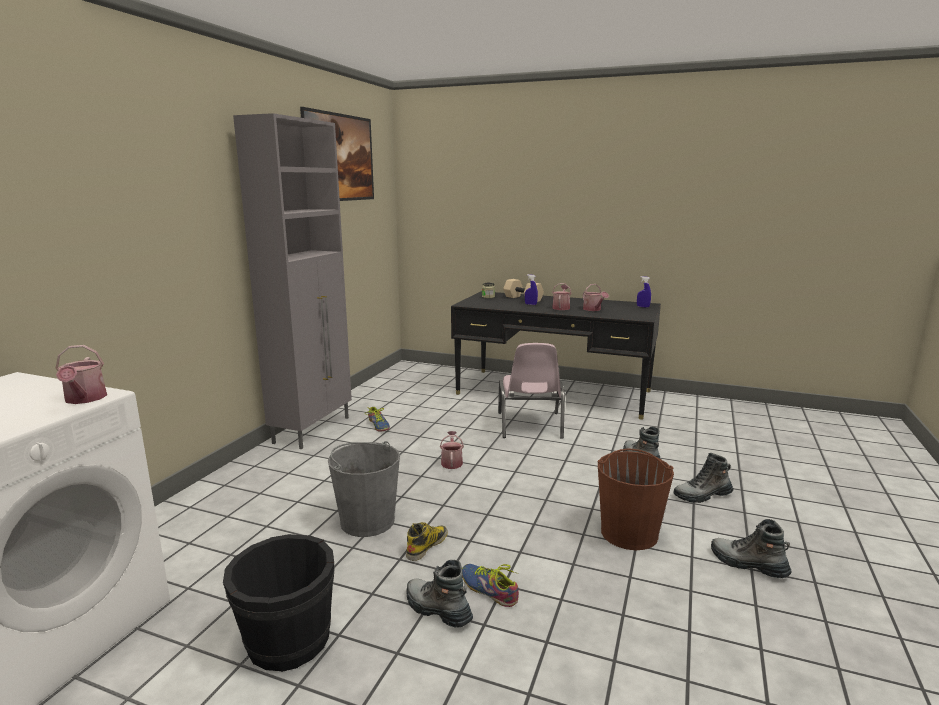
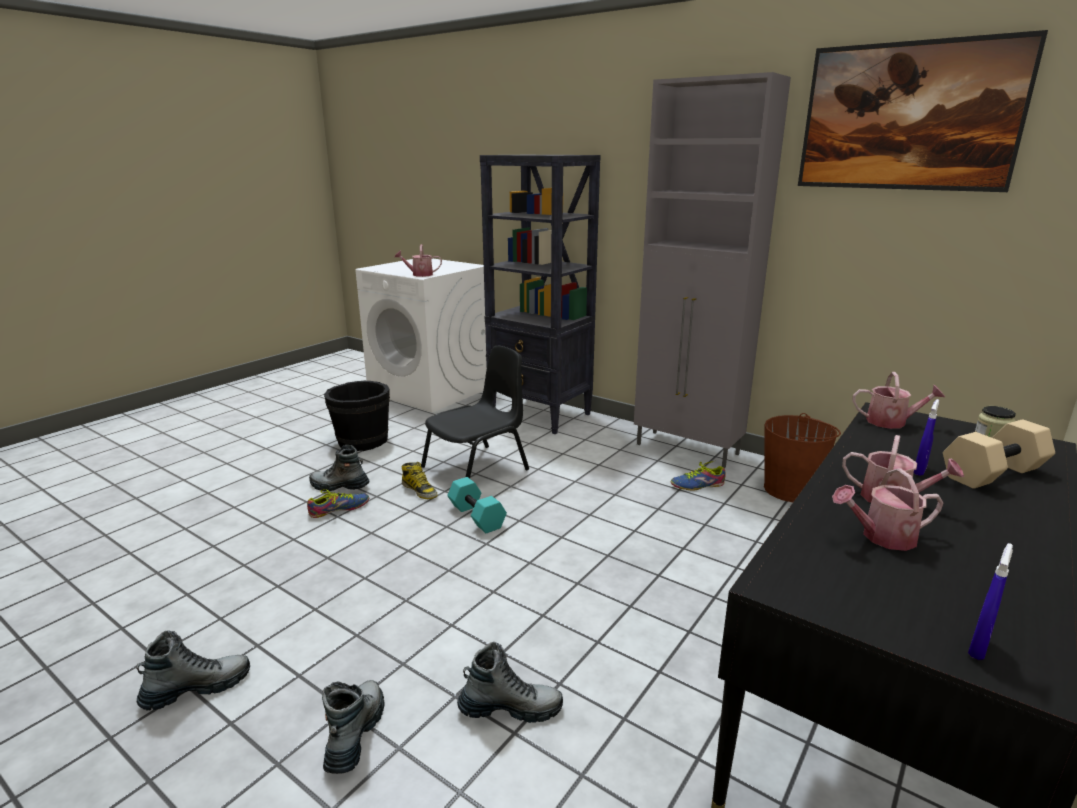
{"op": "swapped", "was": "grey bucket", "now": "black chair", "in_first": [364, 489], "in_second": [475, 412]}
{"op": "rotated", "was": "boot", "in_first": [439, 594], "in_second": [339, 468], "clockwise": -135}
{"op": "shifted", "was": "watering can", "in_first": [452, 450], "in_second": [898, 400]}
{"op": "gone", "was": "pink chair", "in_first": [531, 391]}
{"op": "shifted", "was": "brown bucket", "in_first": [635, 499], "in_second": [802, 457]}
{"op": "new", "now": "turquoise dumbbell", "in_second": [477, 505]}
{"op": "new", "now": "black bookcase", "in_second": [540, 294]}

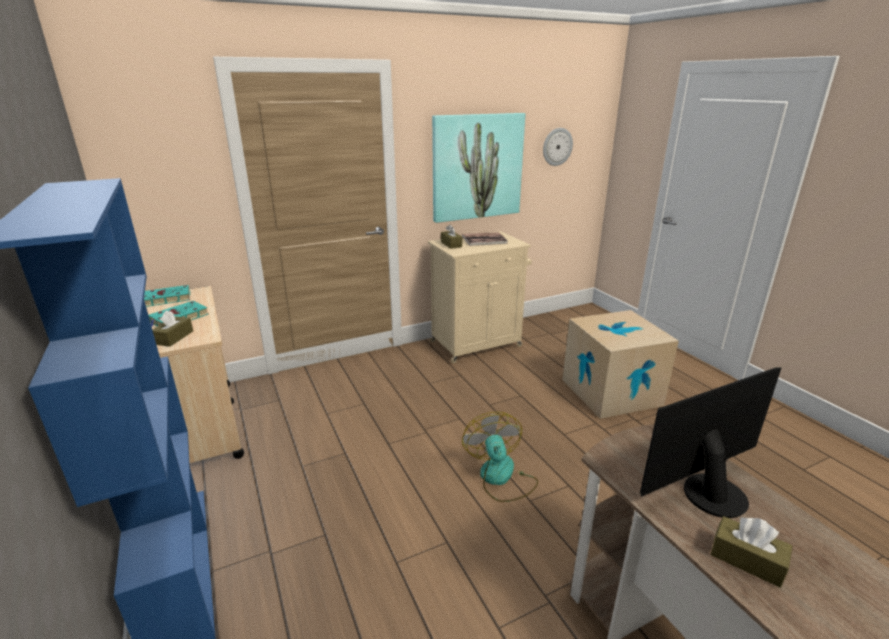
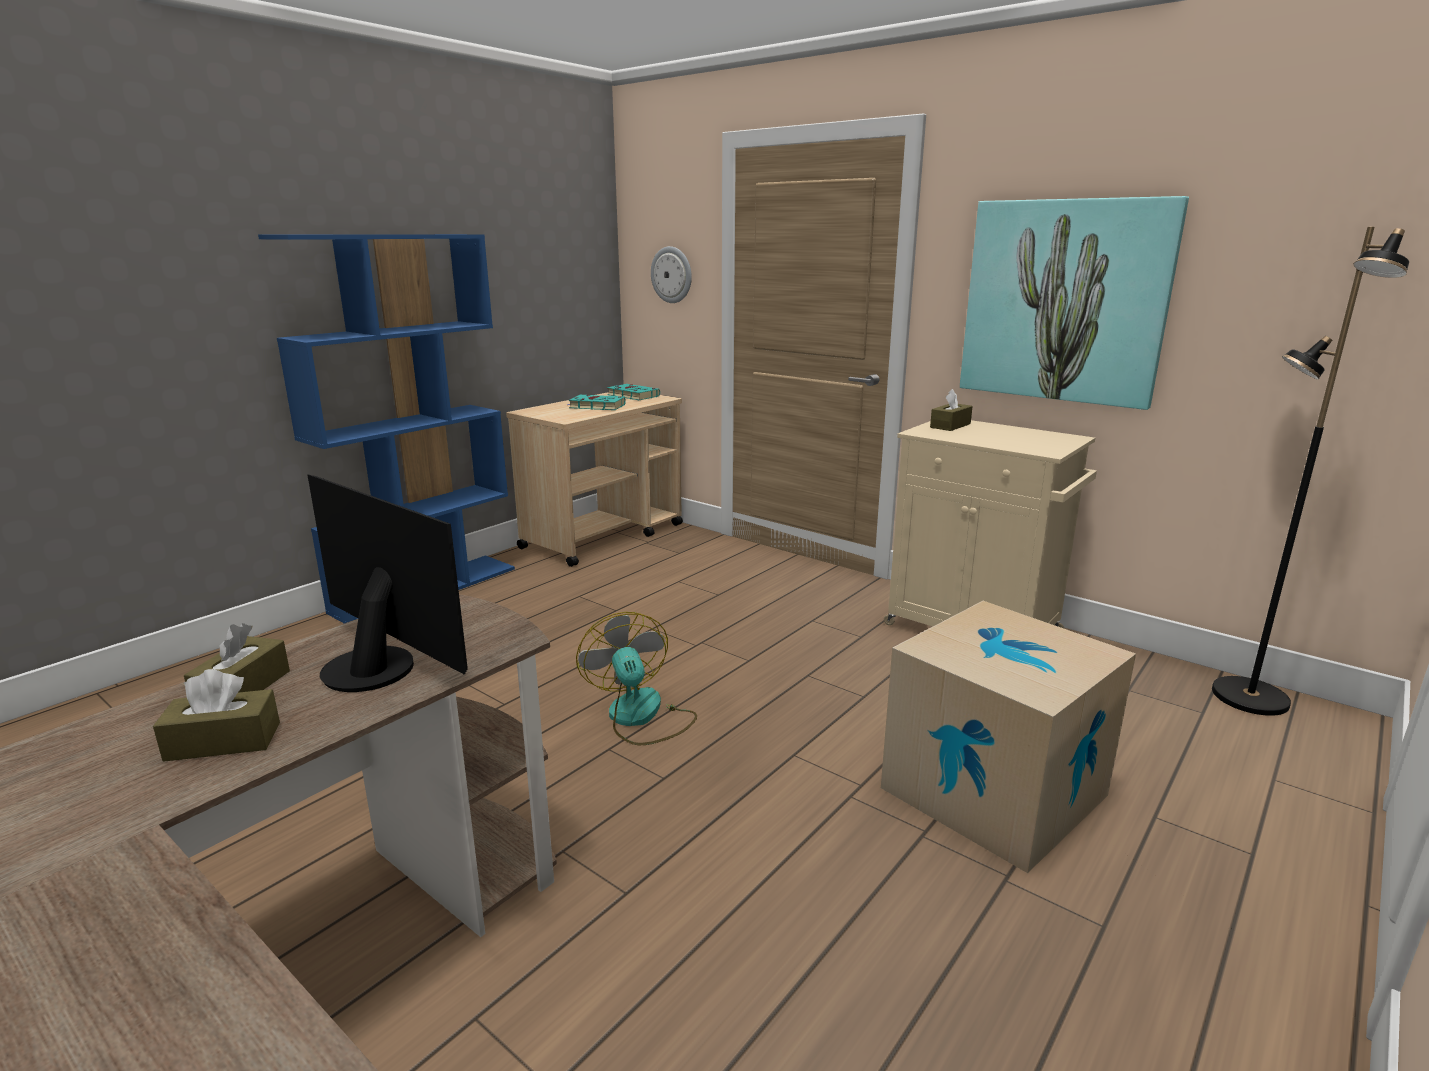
{"op": "shifted", "was": "brown tissue box", "in_first": [173, 328], "in_second": [216, 715]}
{"op": "gone", "was": "book", "in_first": [485, 239]}
{"op": "rotated", "was": "fan", "in_first": [500, 457], "in_second": [636, 678], "clockwise": -75}
{"op": "shifted", "was": "wall clock", "in_first": [558, 147], "in_second": [671, 274]}
{"op": "new", "now": "black floor lamp", "in_second": [1310, 471]}

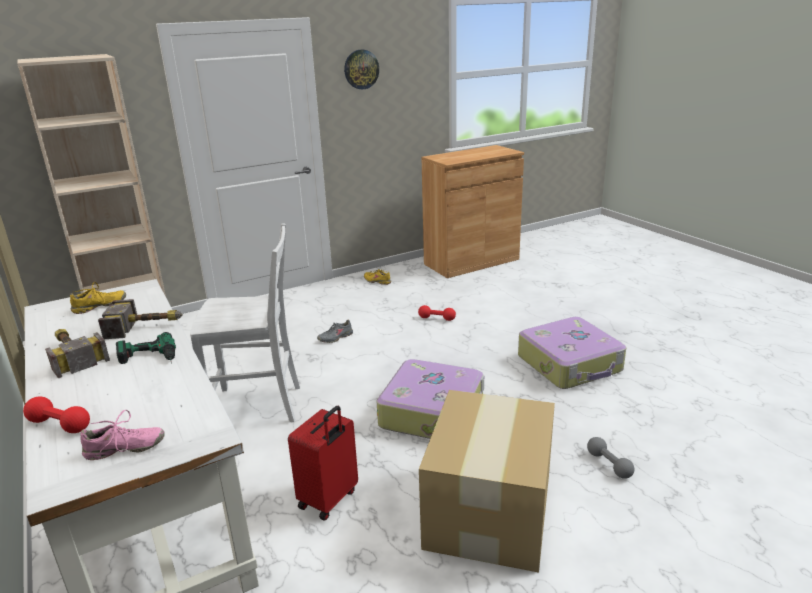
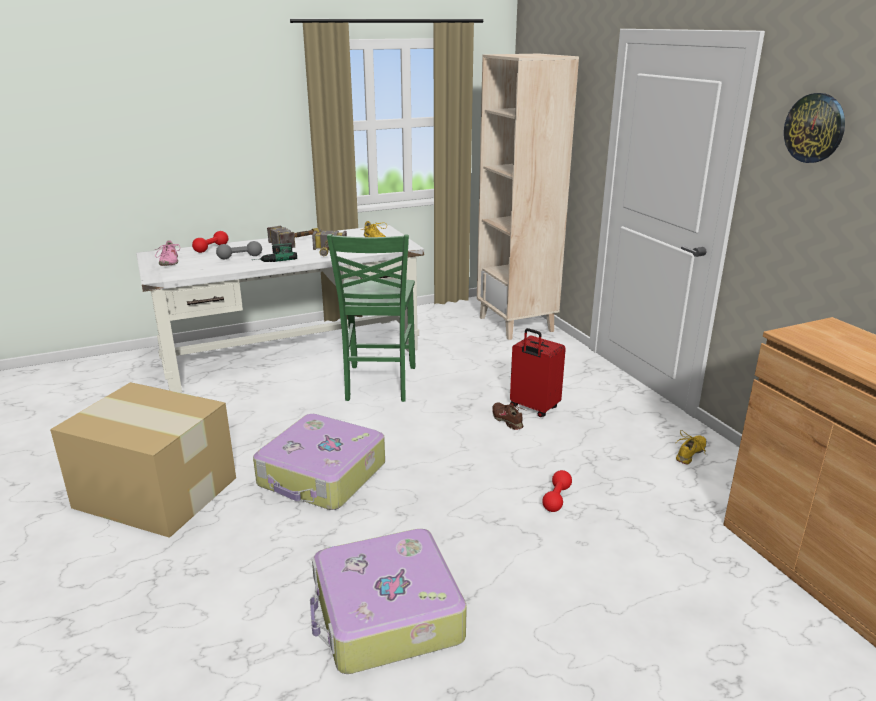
{"op": "repainted", "was": "white chair", "now": "green chair", "in_first": [245, 322], "in_second": [371, 318]}
{"op": "shifted", "was": "red suitcase", "in_first": [323, 463], "in_second": [538, 372]}
{"op": "repainted", "was": "grey shoe", "now": "brown shoe", "in_first": [335, 331], "in_second": [509, 416]}
{"op": "shifted", "was": "grey dumbbell", "in_first": [610, 458], "in_second": [239, 250]}

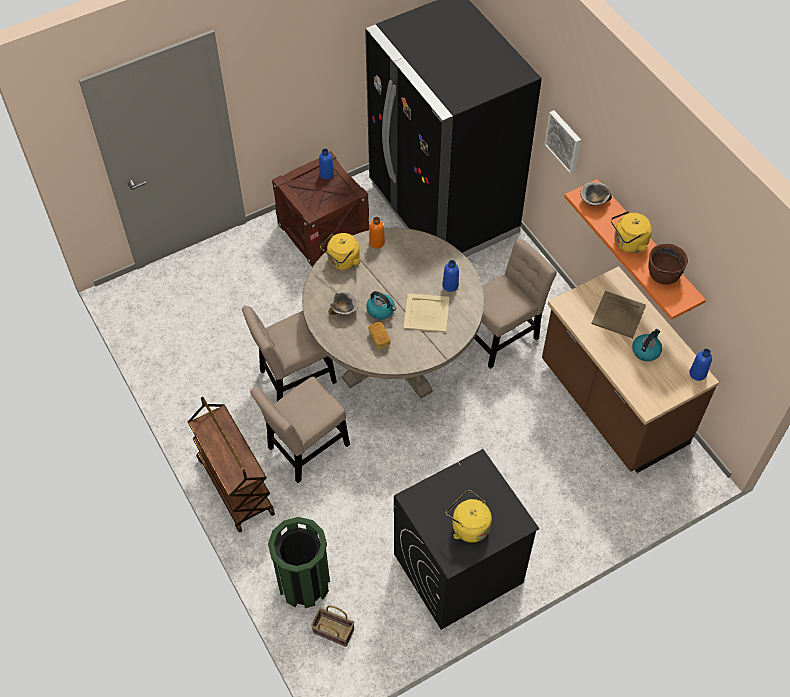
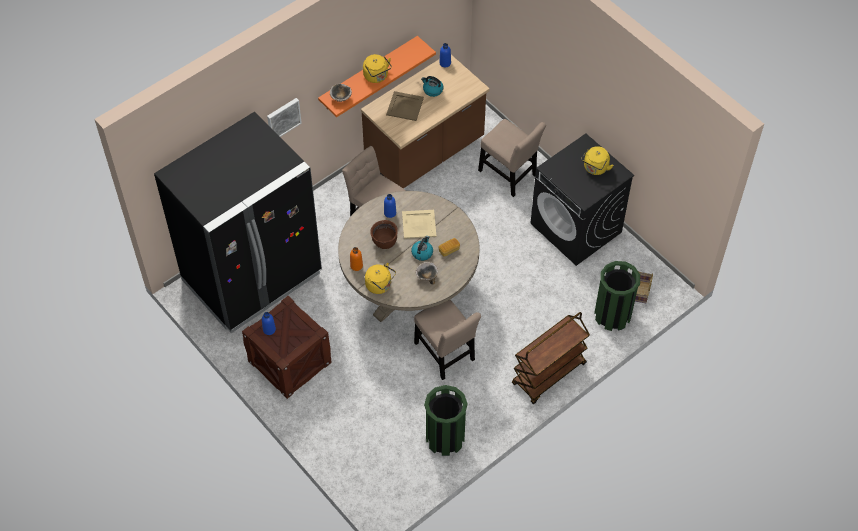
{"op": "shifted", "was": "beige chair", "in_first": [300, 430], "in_second": [512, 158]}
{"op": "shifted", "was": "brown cooking pot", "in_first": [668, 264], "in_second": [384, 234]}
{"op": "new", "now": "green trash can", "in_second": [446, 420]}

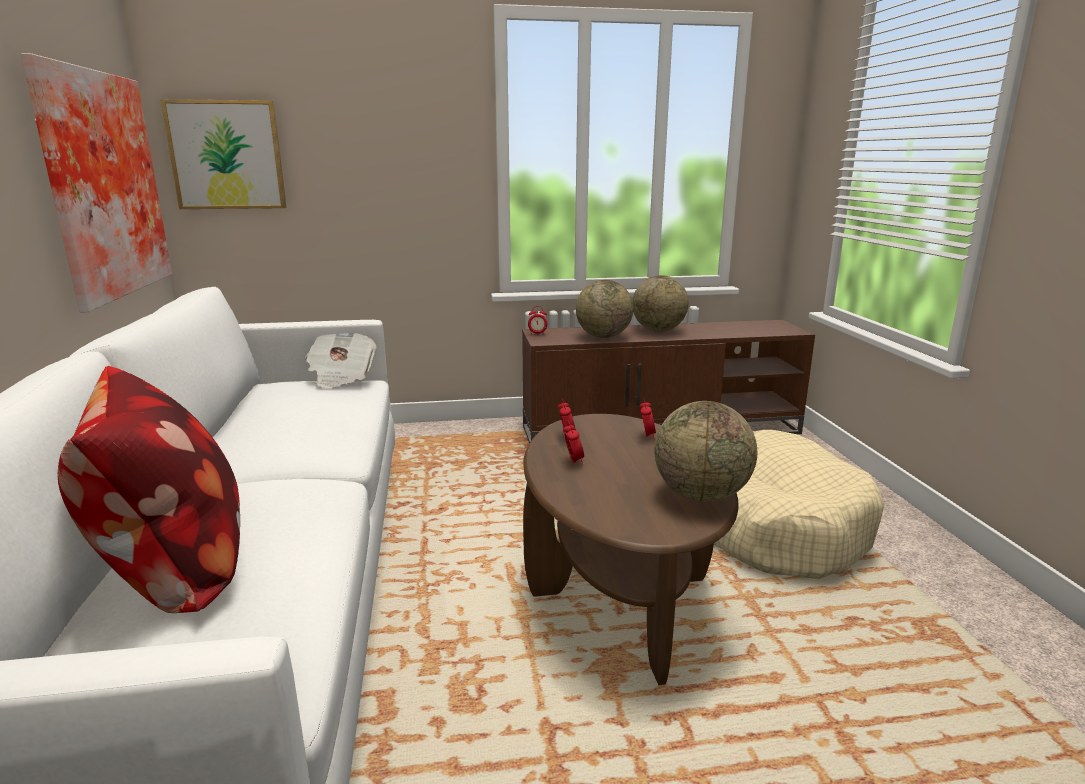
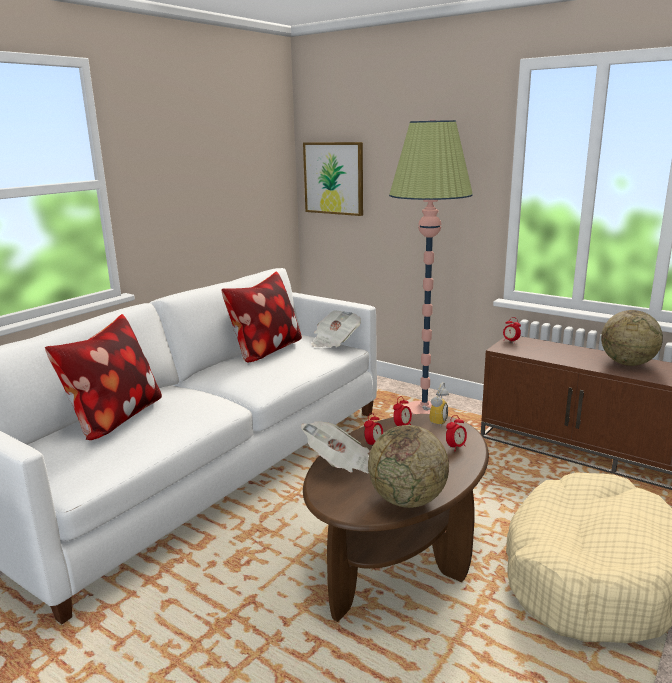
{"op": "gone", "was": "picture", "in_first": [96, 182]}
{"op": "gone", "was": "globe", "in_first": [605, 309]}
{"op": "new", "now": "pillow", "in_second": [261, 317]}
{"op": "new", "now": "newspaper", "in_second": [335, 447]}
{"op": "new", "now": "floor lamp", "in_second": [431, 267]}
{"op": "new", "now": "alarm clock", "in_second": [435, 404]}

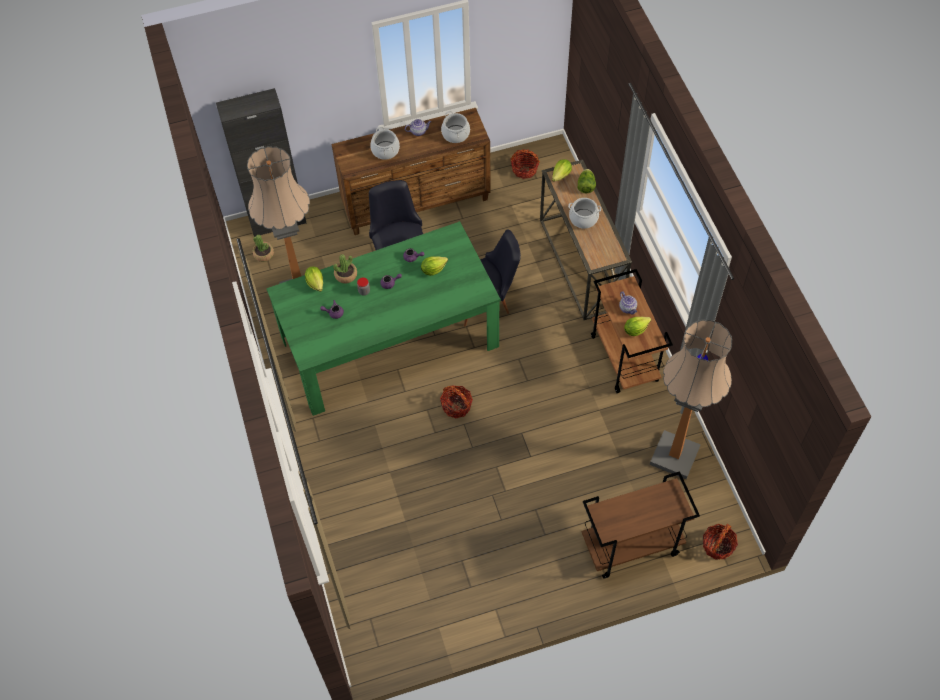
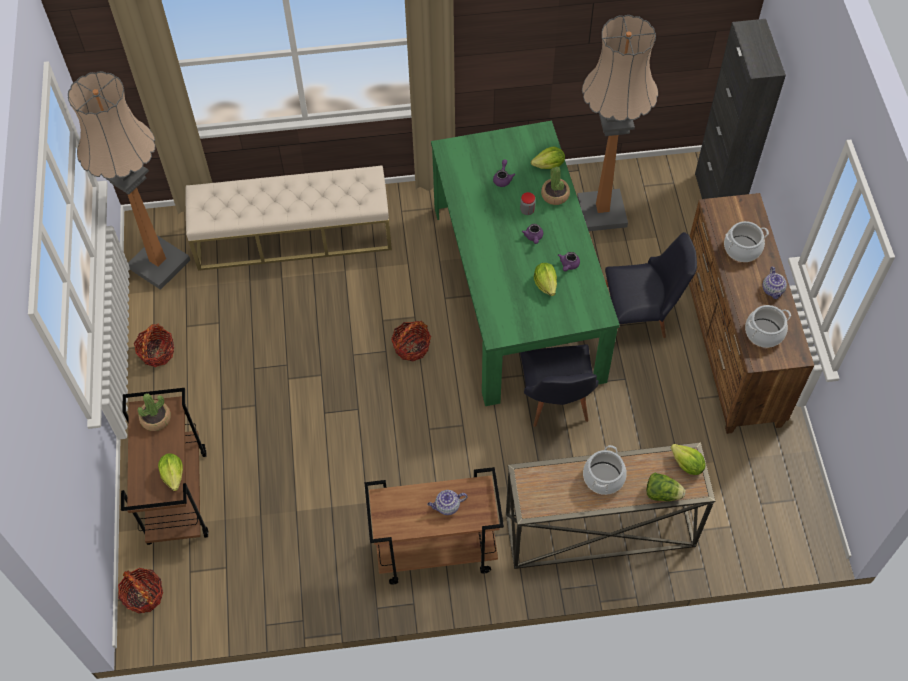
{"op": "shifted", "was": "potted plant", "in_first": [263, 248], "in_second": [154, 412]}
{"op": "shifted", "was": "basket", "in_first": [525, 164], "in_second": [154, 345]}
{"op": "shifted", "was": "lettuce", "in_first": [637, 326], "in_second": [170, 472]}
{"op": "shifted", "was": "floor lamp", "in_first": [691, 399], "in_second": [129, 180]}
{"op": "new", "now": "beige bench", "in_second": [288, 218]}

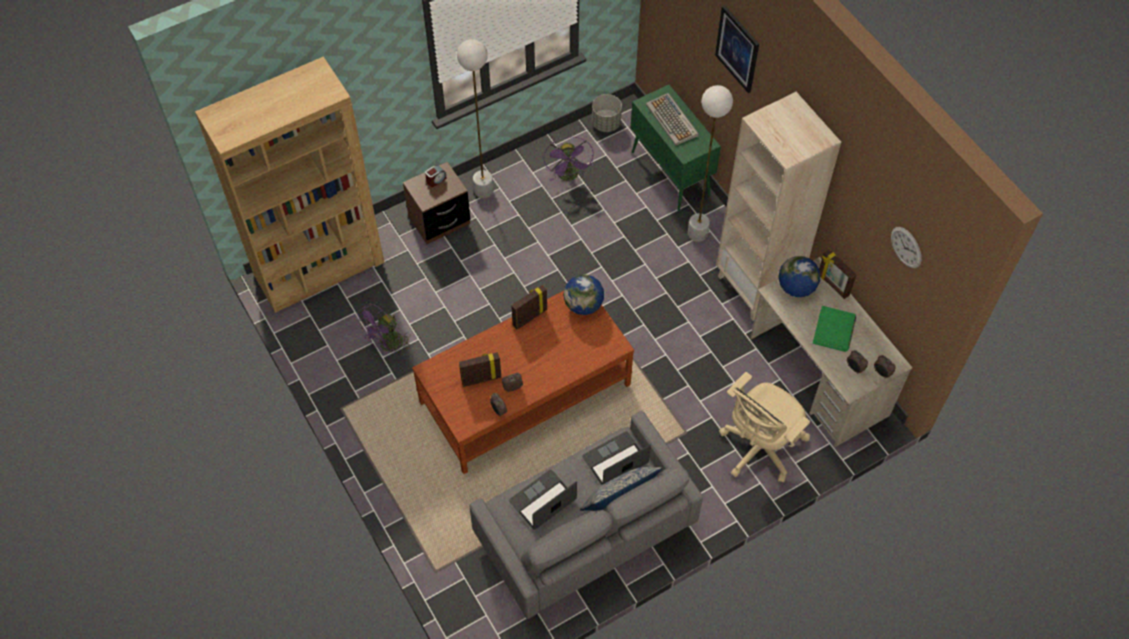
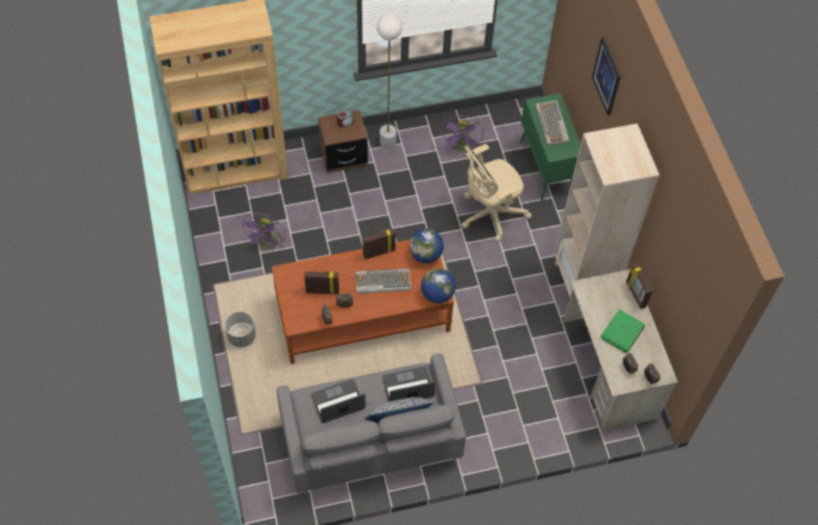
{"op": "rotated", "was": "purple fan", "in_first": [384, 329], "in_second": [263, 232], "clockwise": -45}
{"op": "shifted", "was": "grey planter", "in_first": [607, 113], "in_second": [240, 329]}
{"op": "gone", "was": "white floor lamp", "in_first": [710, 163]}
{"op": "shifted", "was": "beige office chair", "in_first": [764, 427], "in_second": [496, 193]}
{"op": "shifted", "was": "globe", "in_first": [799, 277], "in_second": [438, 285]}
{"op": "gone", "was": "wall clock", "in_first": [906, 247]}
{"op": "new", "now": "keyboard", "in_second": [383, 281]}

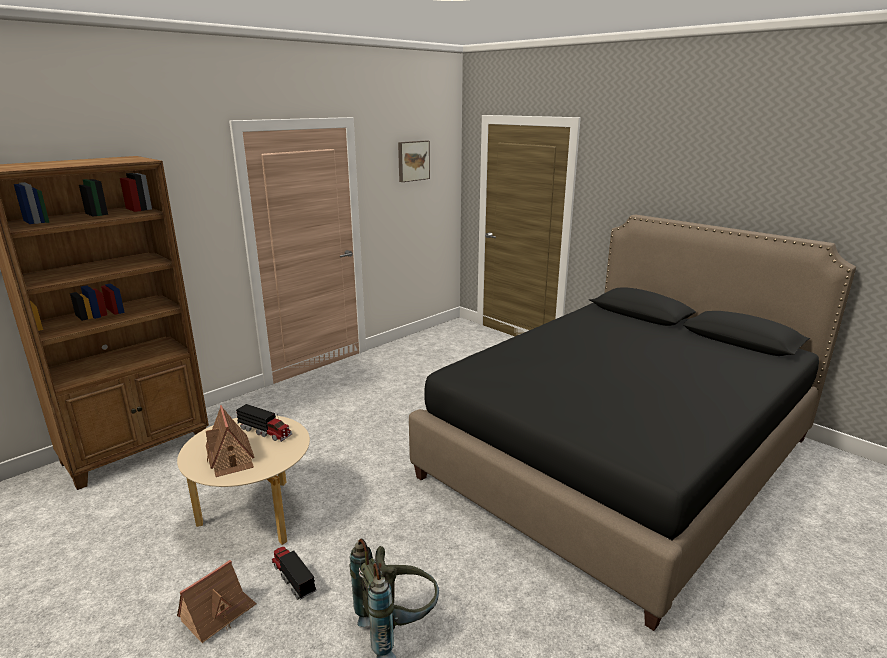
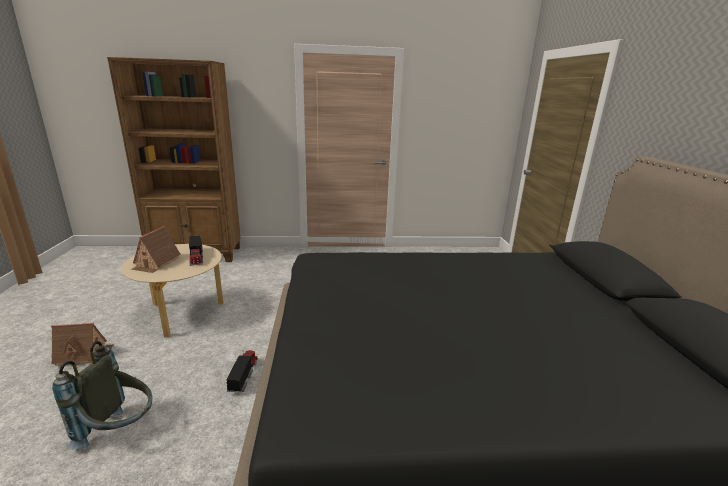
{"op": "shifted", "was": "toy truck", "in_first": [294, 573], "in_second": [242, 371]}
{"op": "gone", "was": "picture", "in_first": [414, 161]}

